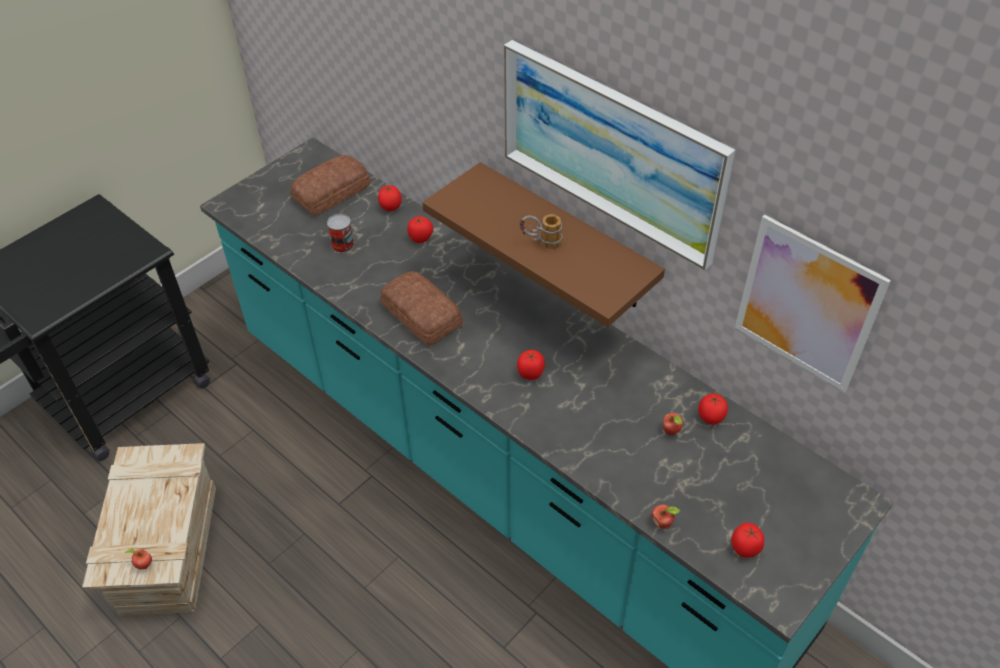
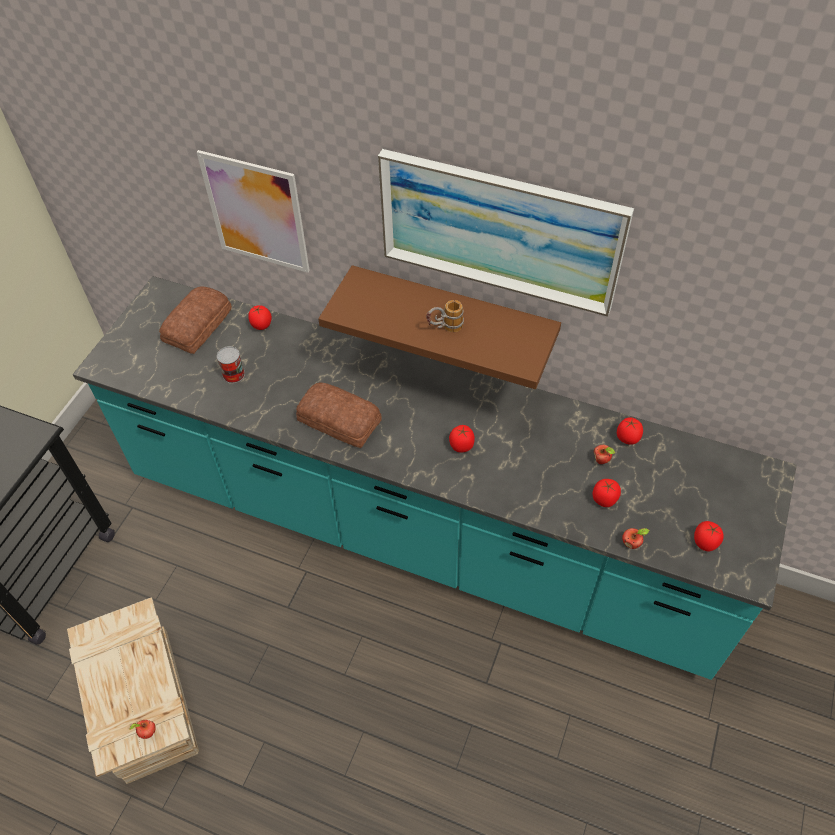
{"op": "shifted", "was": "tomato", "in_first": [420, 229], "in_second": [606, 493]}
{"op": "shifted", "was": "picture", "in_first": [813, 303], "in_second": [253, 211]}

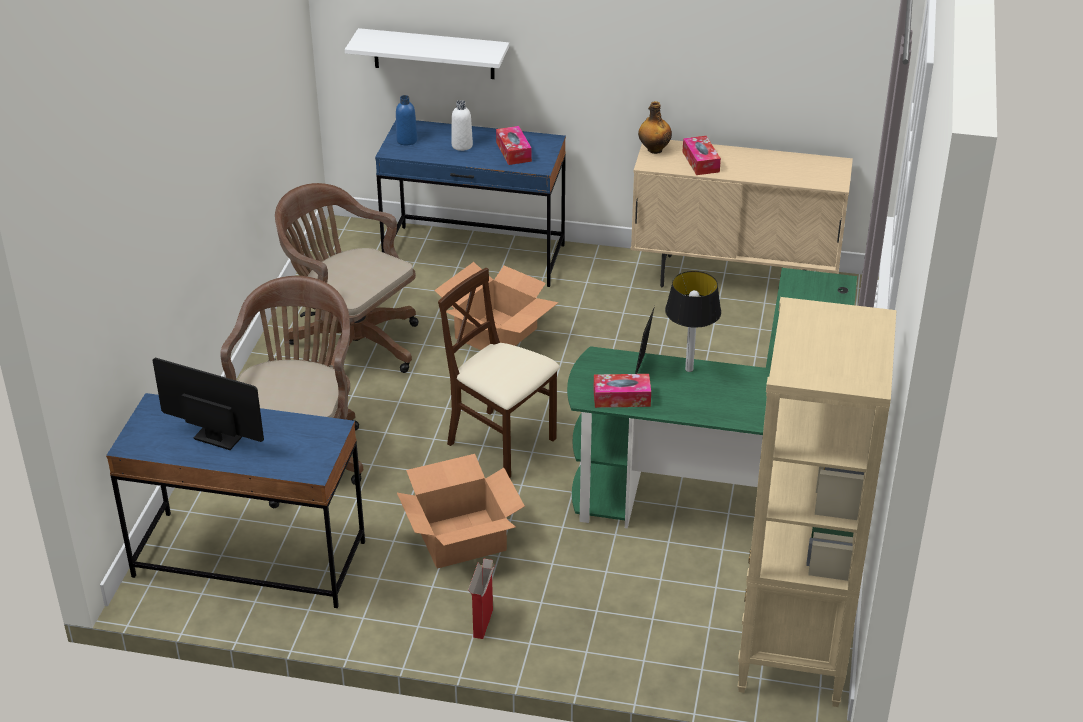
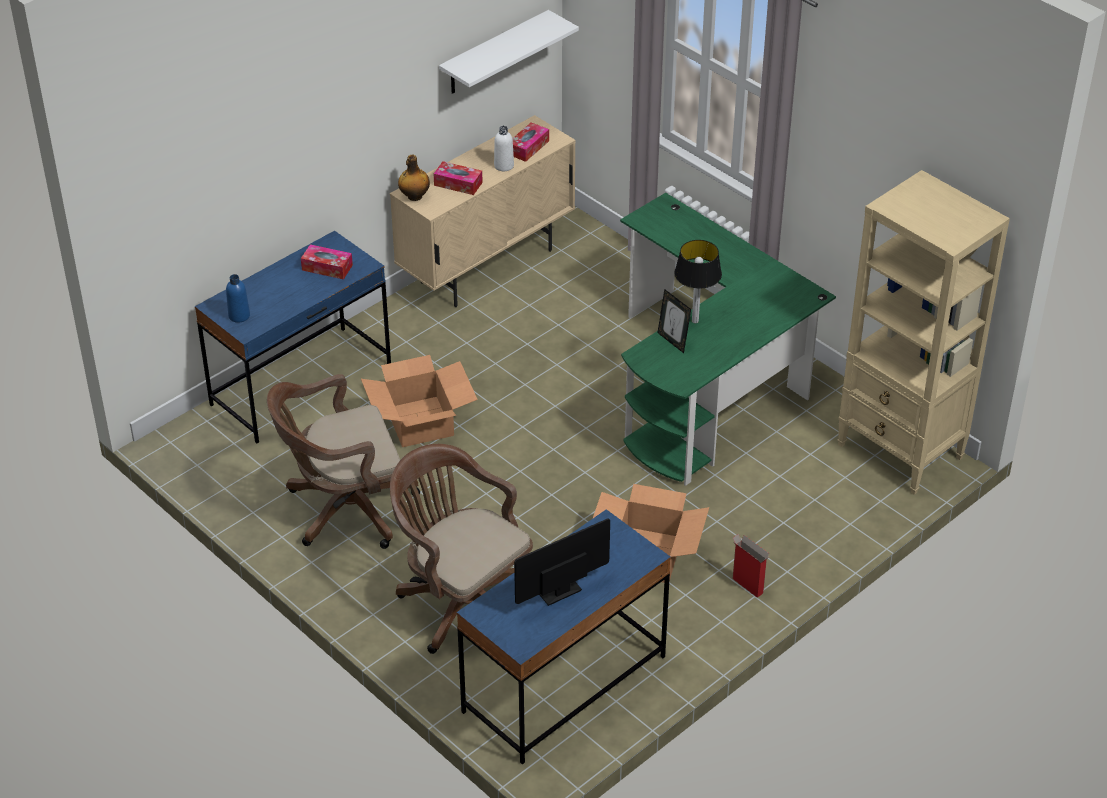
{"op": "shifted", "was": "white shelf", "in_first": [427, 53], "in_second": [509, 52]}
{"op": "gone", "was": "beige chair", "in_first": [499, 373]}
{"op": "shifted", "was": "white bottle", "in_first": [462, 125], "in_second": [504, 148]}
{"op": "shifted", "was": "tissue box", "in_first": [622, 391], "in_second": [530, 142]}

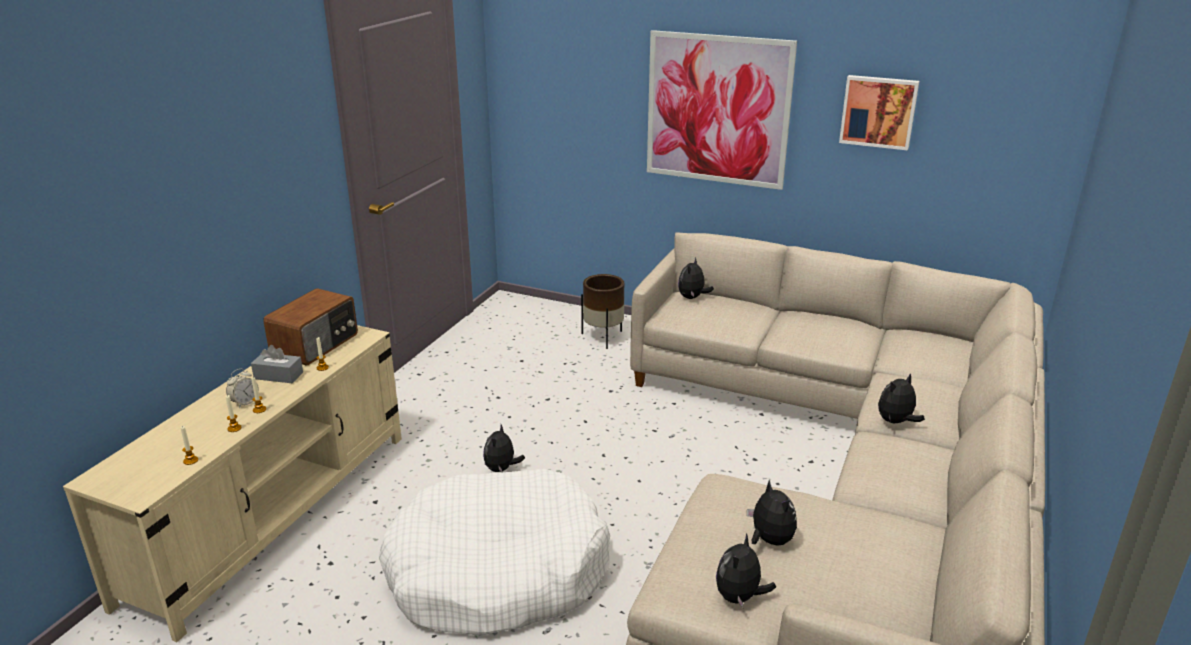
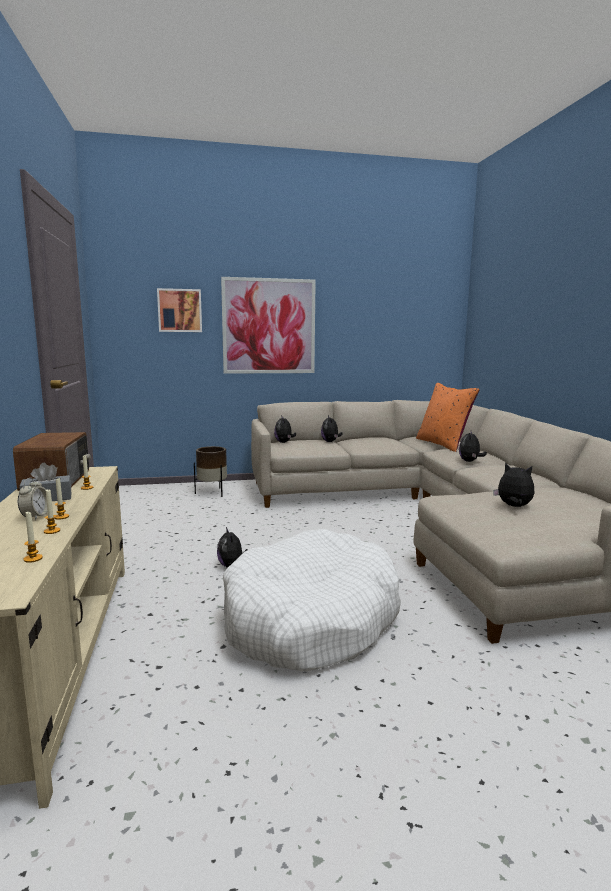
{"op": "shifted", "was": "plush toy", "in_first": [746, 570], "in_second": [331, 429]}
{"op": "shifted", "was": "picture", "in_first": [879, 112], "in_second": [179, 310]}
{"op": "new", "now": "orange pillow", "in_second": [448, 417]}

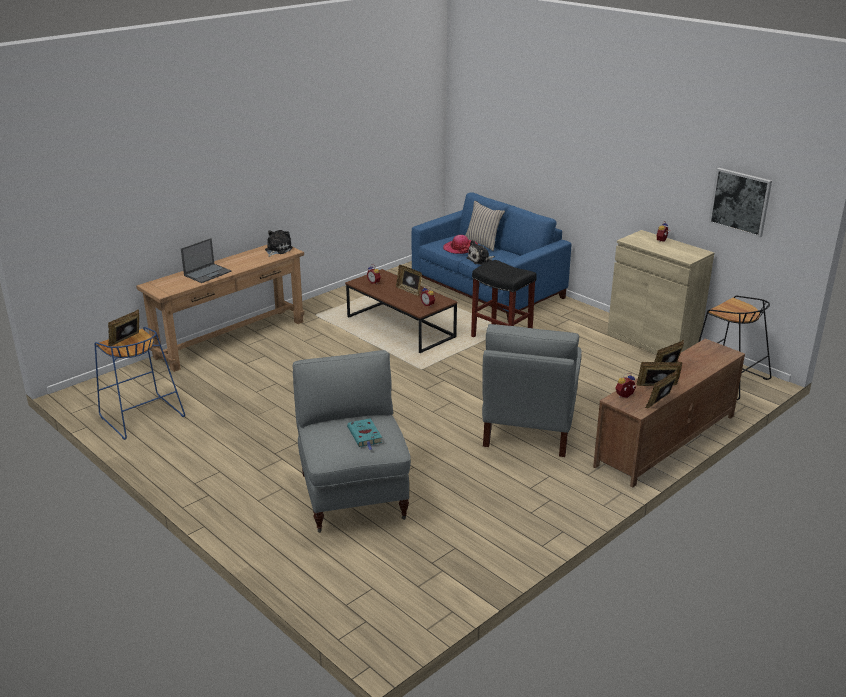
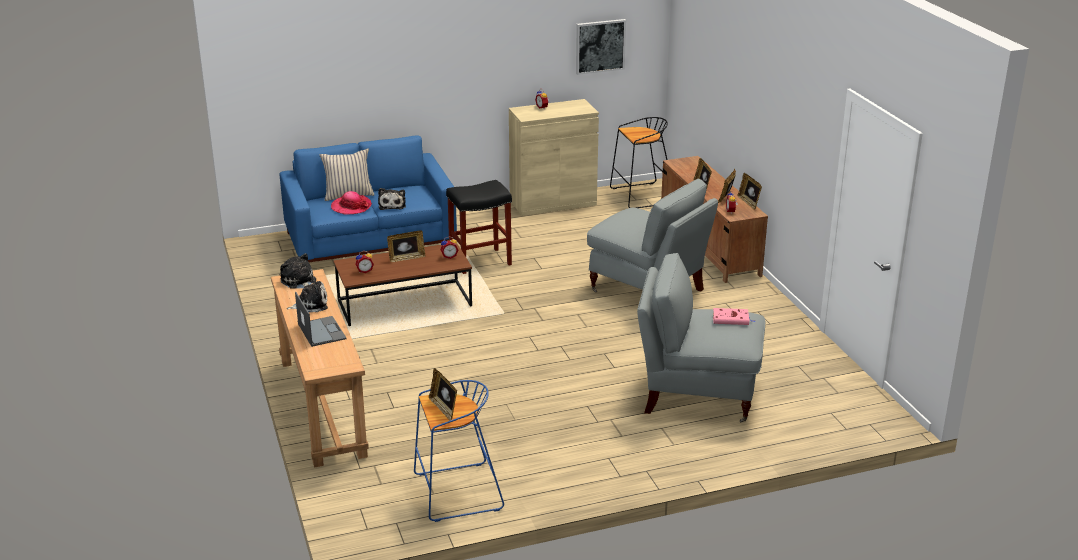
{"op": "repainted", "was": "turquoise book", "now": "pink book", "in_first": [364, 434], "in_second": [734, 316]}
{"op": "new", "now": "plush toy", "in_second": [307, 294]}

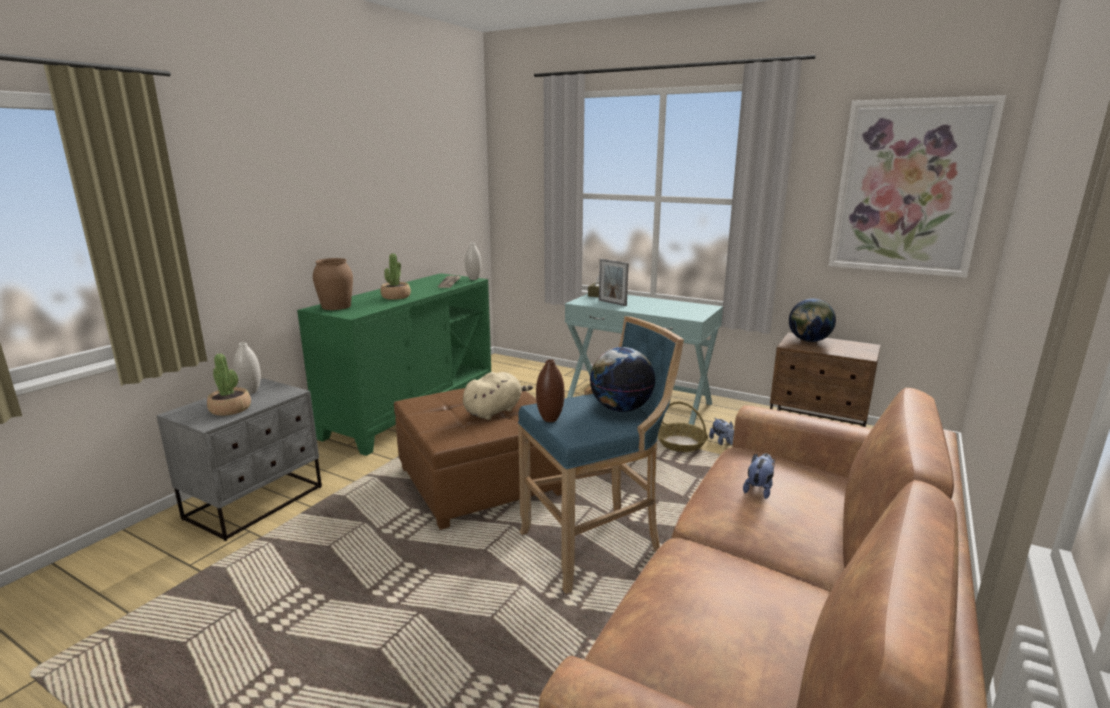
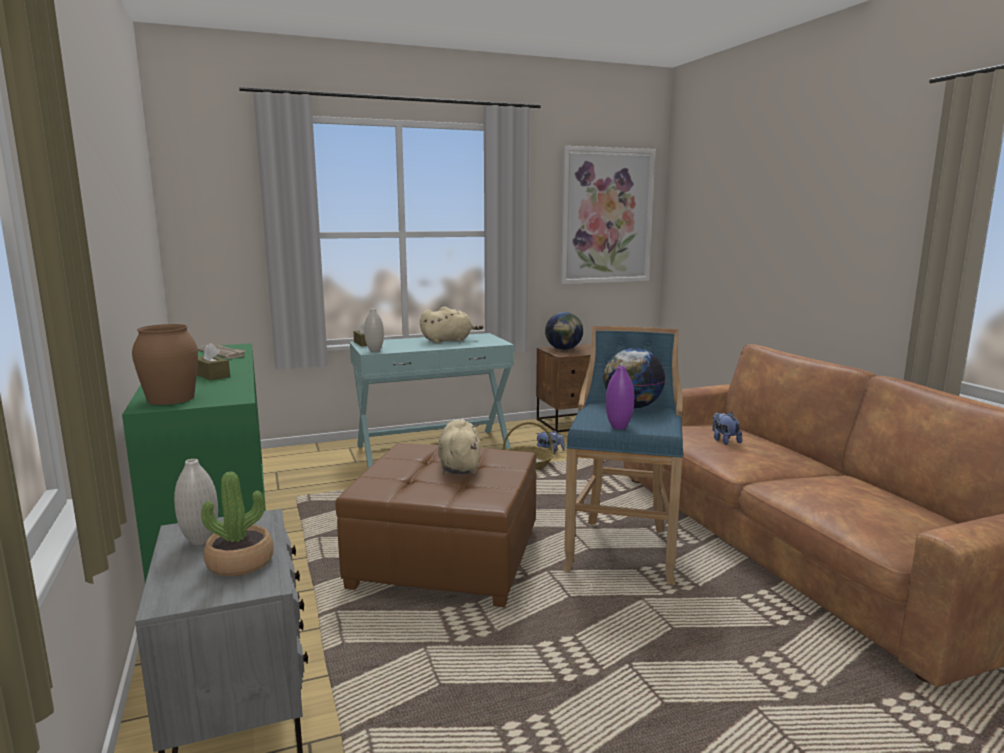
{"op": "swapped", "was": "potted plant", "now": "brown tissue box", "in_first": [396, 276], "in_second": [213, 361]}
{"op": "shifted", "was": "white vase", "in_first": [473, 261], "in_second": [374, 330]}
{"op": "repainted", "was": "brown vase", "now": "purple vase", "in_first": [550, 390], "in_second": [620, 397]}
{"op": "gone", "was": "picture frame", "in_first": [614, 282]}
{"op": "new", "now": "beige plush toy", "in_second": [451, 325]}

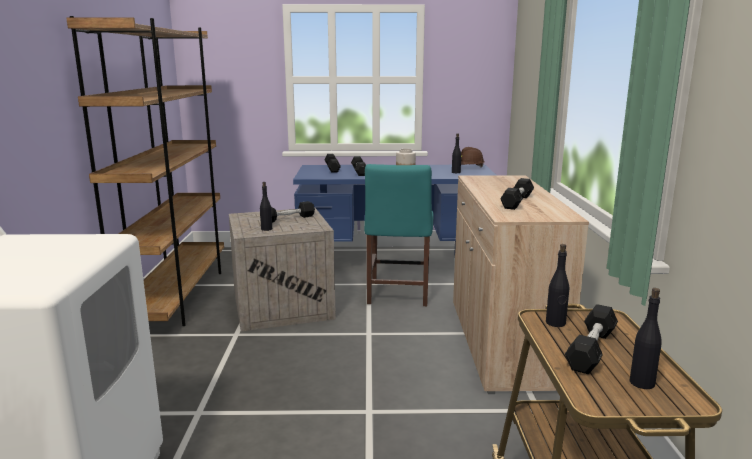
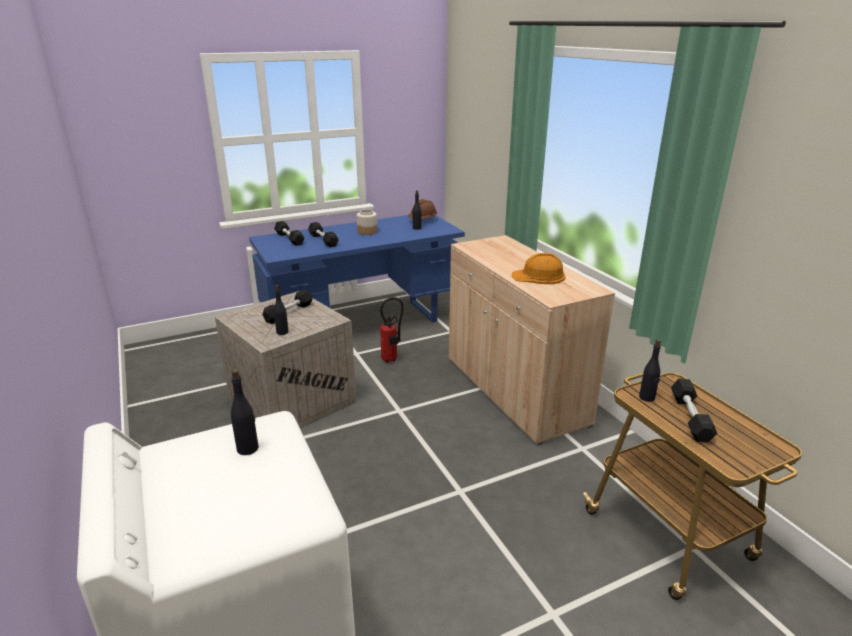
{"op": "gone", "was": "brown bookcase", "in_first": [145, 171]}
{"op": "swapped", "was": "turquoise chair", "now": "fire extinguisher", "in_first": [398, 235], "in_second": [392, 330]}
{"op": "swapped", "was": "black dumbbell", "now": "orange hard hat", "in_first": [517, 194], "in_second": [538, 268]}
{"op": "shifted", "was": "black bottle", "in_first": [645, 338], "in_second": [245, 412]}

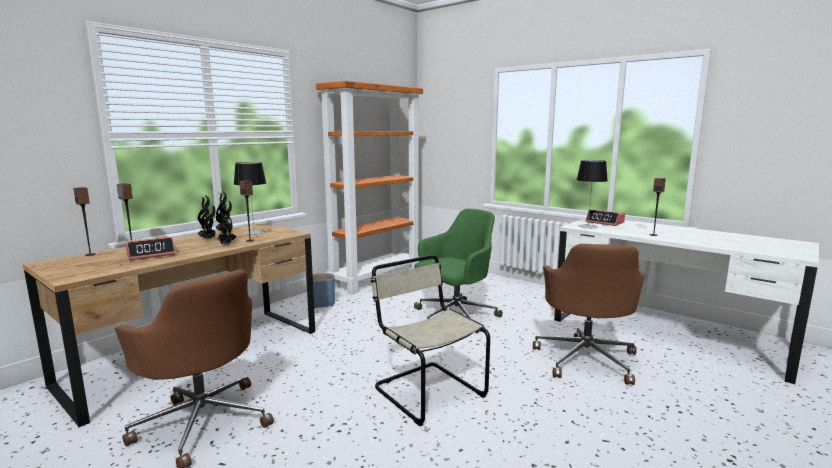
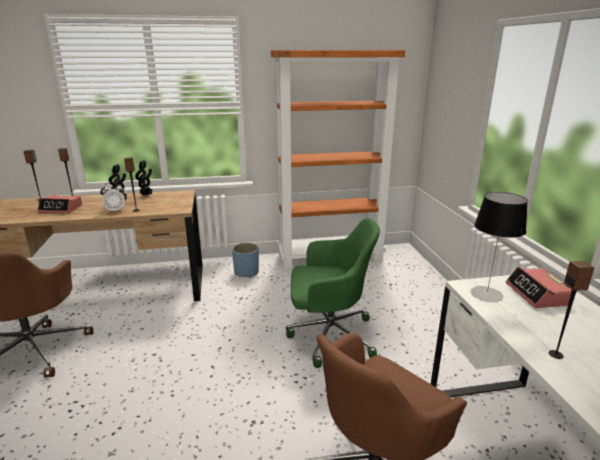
{"op": "swapped", "was": "potted plant", "now": "alarm clock", "in_first": [226, 223], "in_second": [112, 197]}
{"op": "gone", "was": "table lamp", "in_first": [250, 198]}
{"op": "gone", "was": "beige chair", "in_first": [430, 340]}

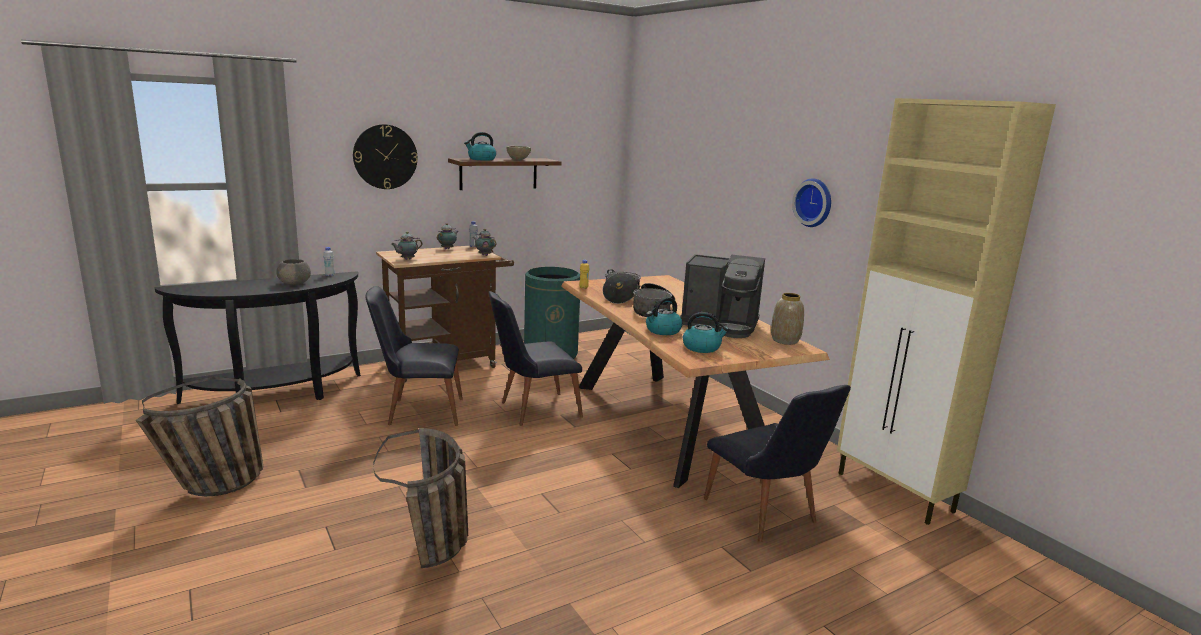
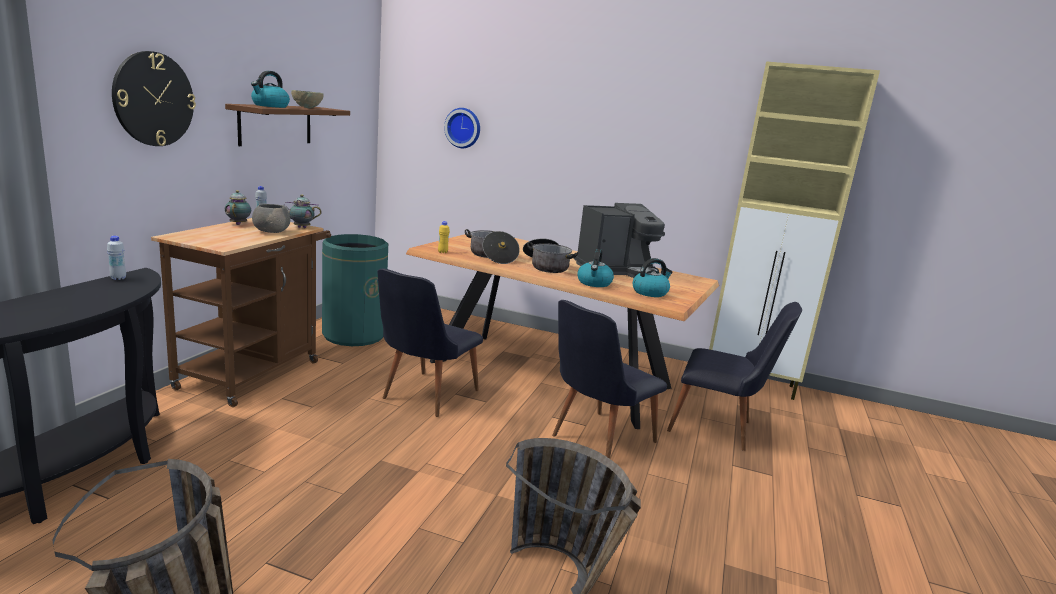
{"op": "shifted", "was": "grey bowl", "in_first": [293, 272], "in_second": [271, 218]}
{"op": "shifted", "was": "black chair", "in_first": [414, 356], "in_second": [609, 379]}
{"op": "gone", "was": "teapot", "in_first": [407, 246]}
{"op": "gone", "was": "vase", "in_first": [787, 319]}
{"op": "shifted", "was": "wall clock", "in_first": [811, 202], "in_second": [462, 128]}

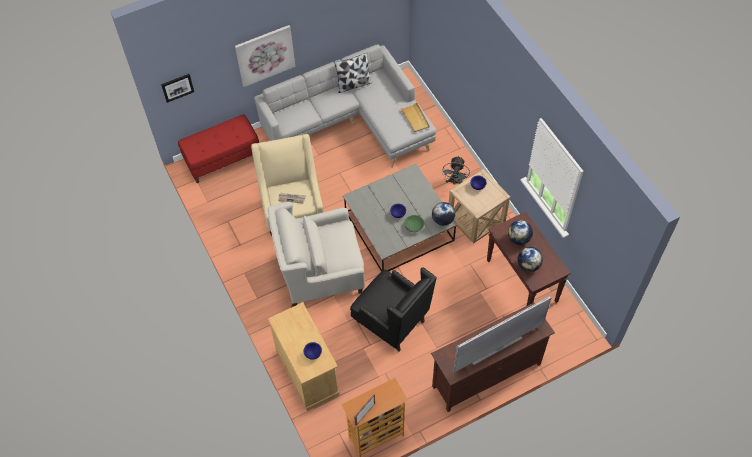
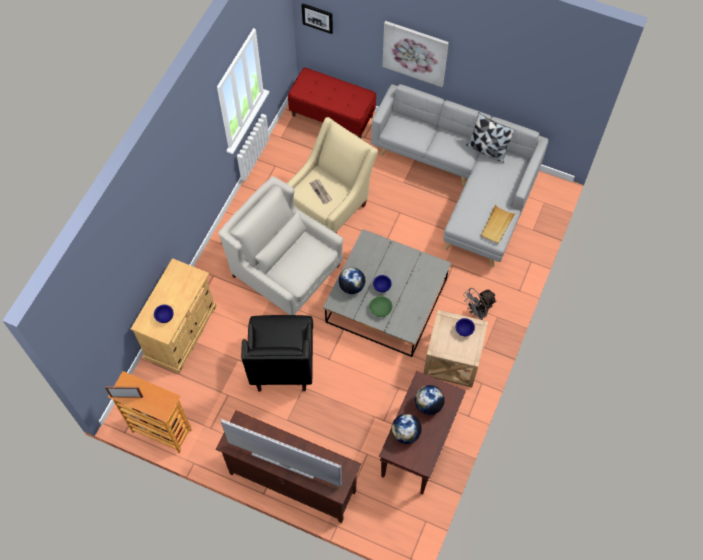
{"op": "shifted", "was": "globe", "in_first": [443, 214], "in_second": [352, 280]}

